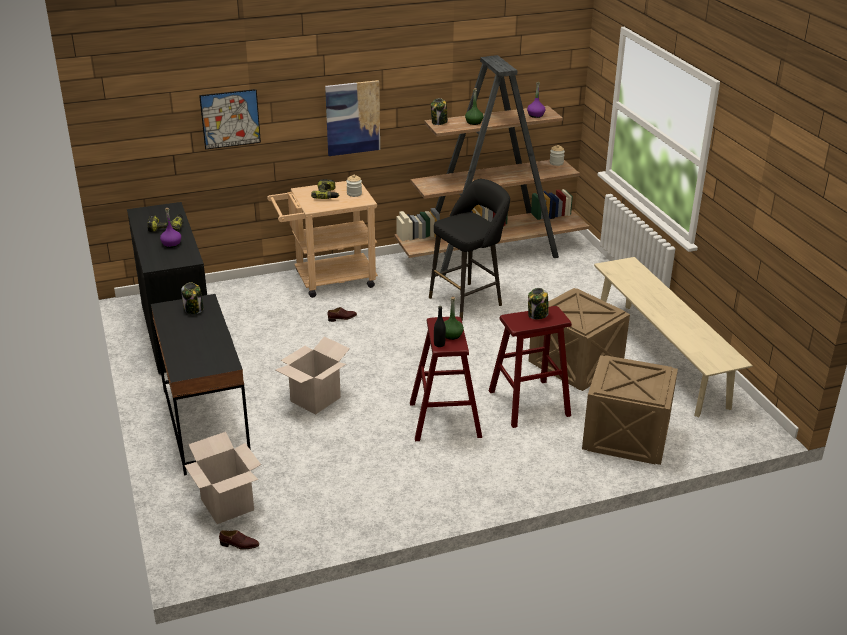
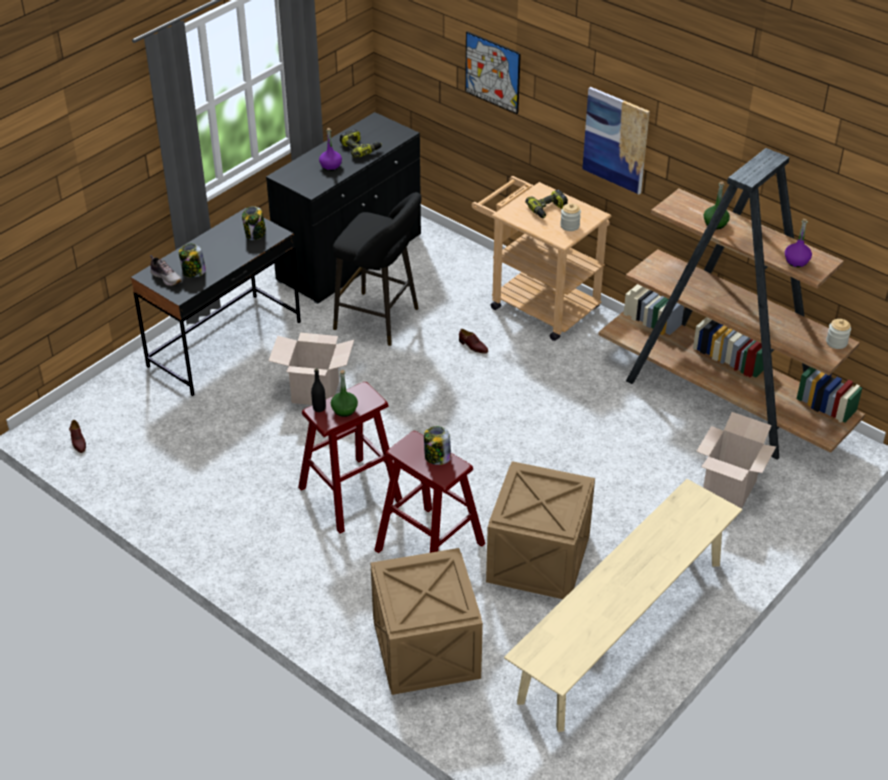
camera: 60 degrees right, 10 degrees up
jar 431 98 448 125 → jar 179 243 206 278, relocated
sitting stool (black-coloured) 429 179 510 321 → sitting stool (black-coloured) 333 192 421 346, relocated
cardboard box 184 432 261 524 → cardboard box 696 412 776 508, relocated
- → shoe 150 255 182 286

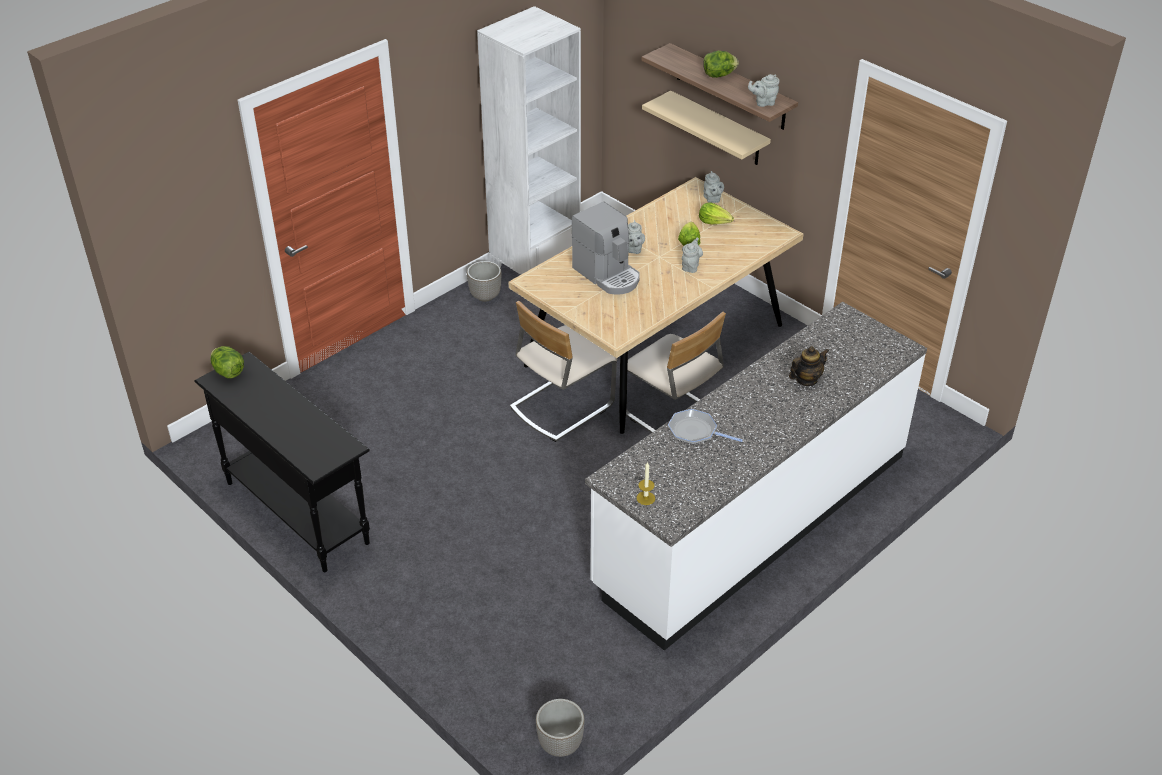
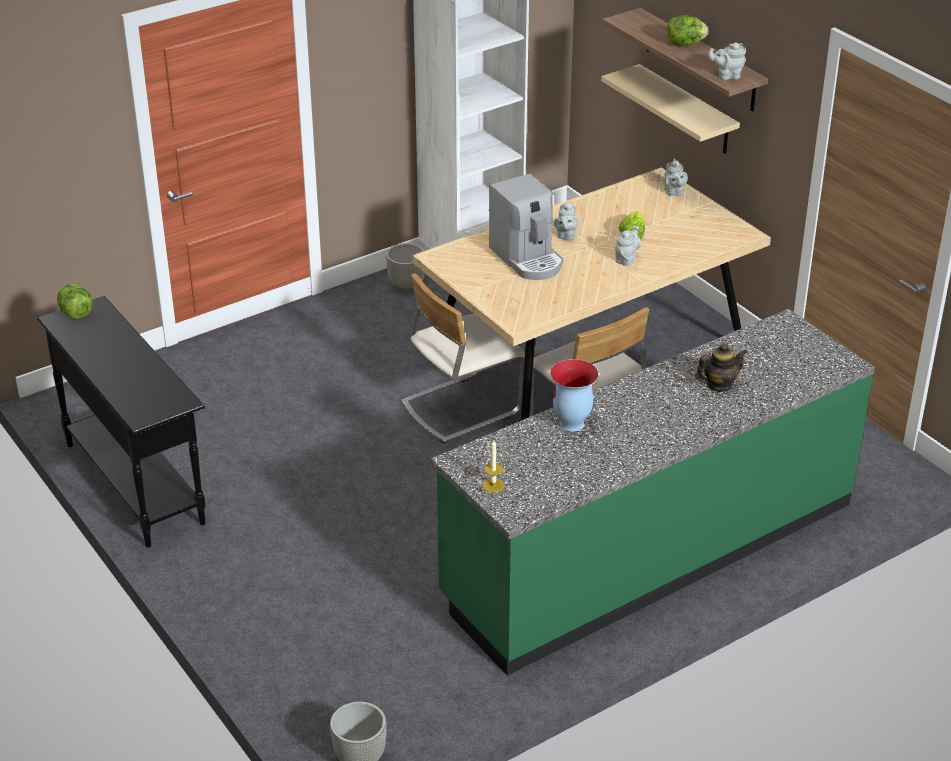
camera: 10 degrees right, 5 degrees down
lettuce 699 202 734 224 → -
counter (whitish) 585 302 927 651 → counter (greenish) 431 309 875 676
frying pan 668 409 743 444 → vase 550 359 599 432

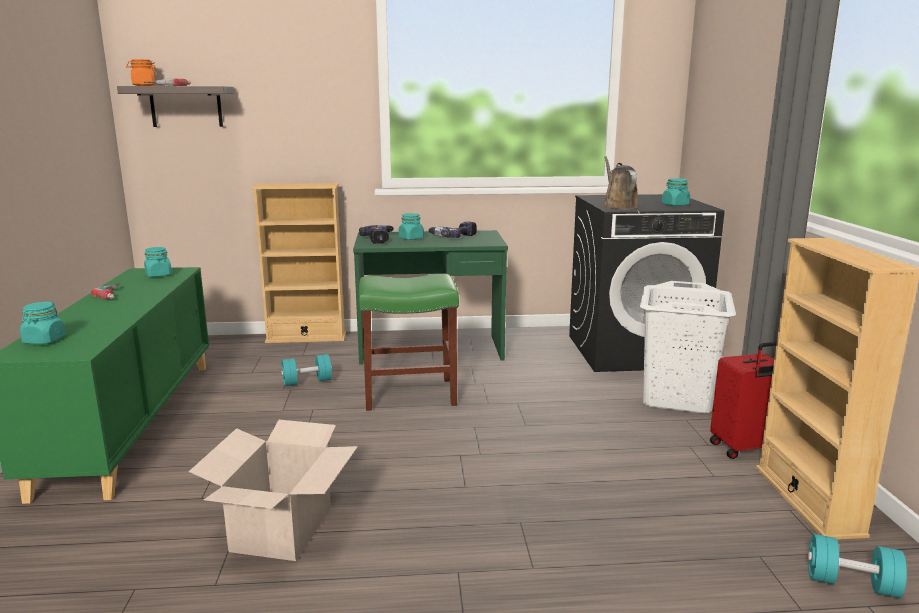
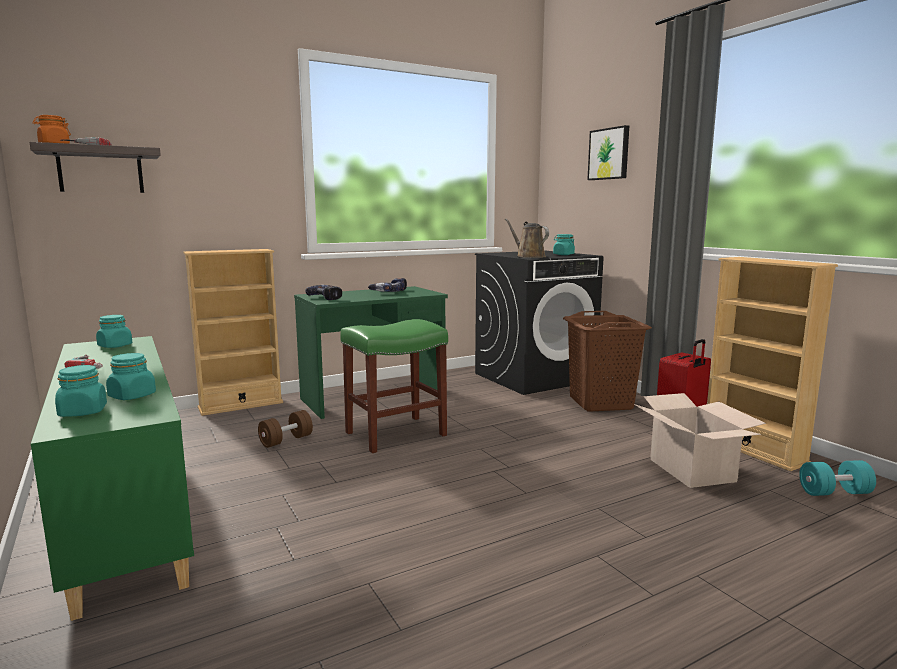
camera: 25 degrees left, 5 degrees down
jar (turquoise-coloured) 399 213 424 240 → jar (turquoise-coloured) 106 353 156 400, relocated
washing basket (whitish) 640 281 736 414 → washing basket (brown) 563 311 652 412
hand weight (turquoise-coloured) 281 354 332 386 → hand weight (brown) 258 410 313 448
cardboard box 189 420 358 561 → cardboard box 634 393 766 488, relocated
- → picture 587 125 629 180

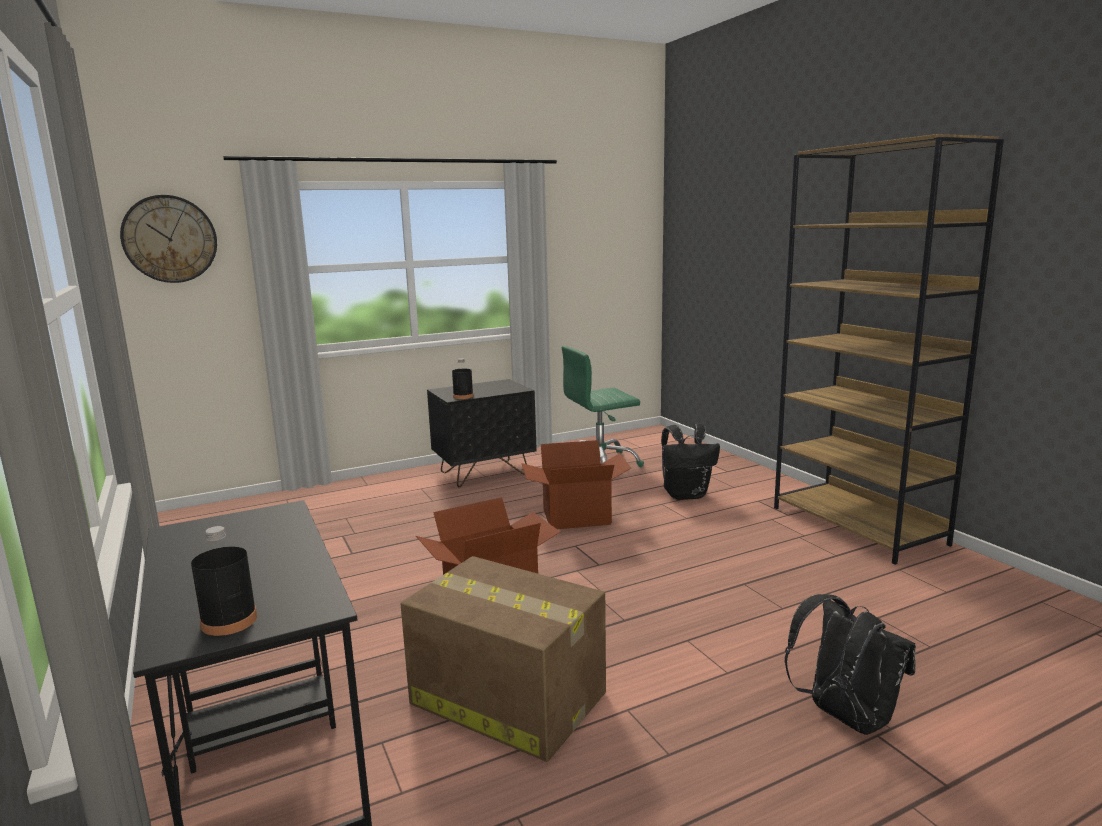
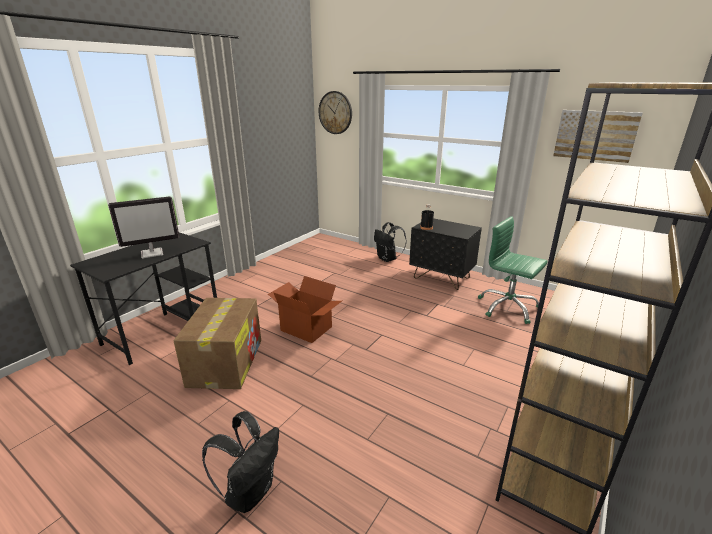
camera: 60 degrees right, 10 degrees up
rucksack (black-coloured) 661 424 720 500 → rucksack (black-coloured) 374 222 407 262, relocated
cardboard box 521 440 631 529 → -
beverage bottle (black-coloured) 191 526 257 636 → -
- → picture 553 110 643 163
- → computer display 108 196 180 259

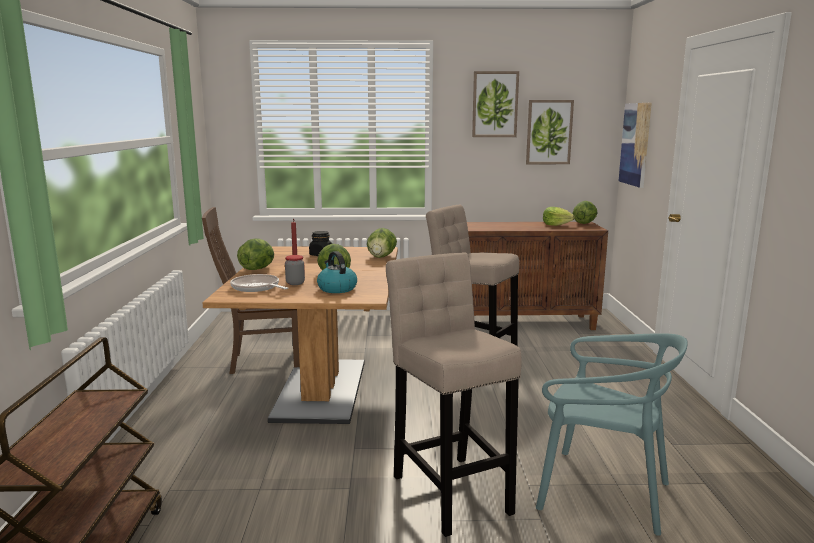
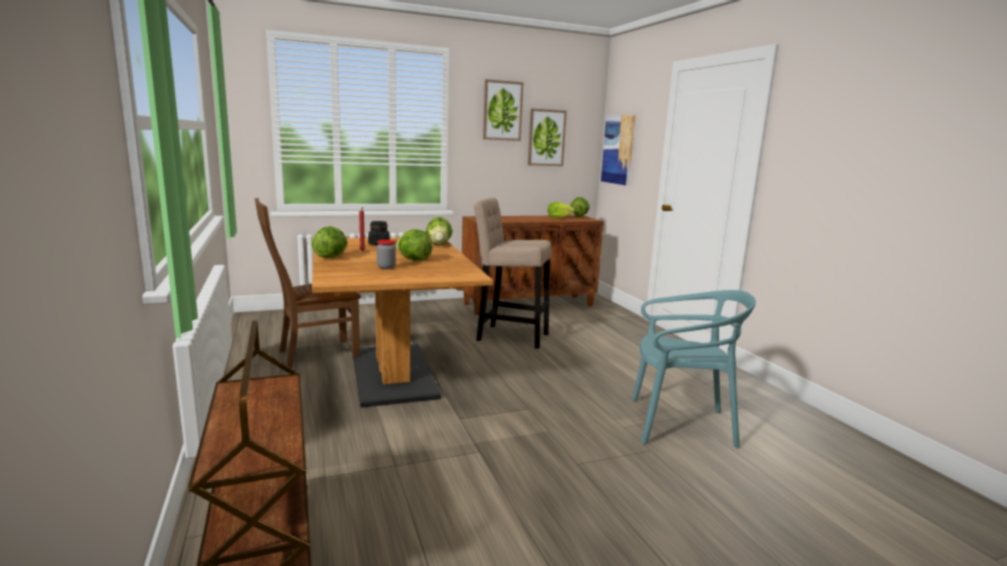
camera: 20 degrees left, 0 degrees up
water kettle 317 251 357 293 → -
sitting stool (beige) 386 253 522 537 → -
frying pan 230 274 288 292 → -

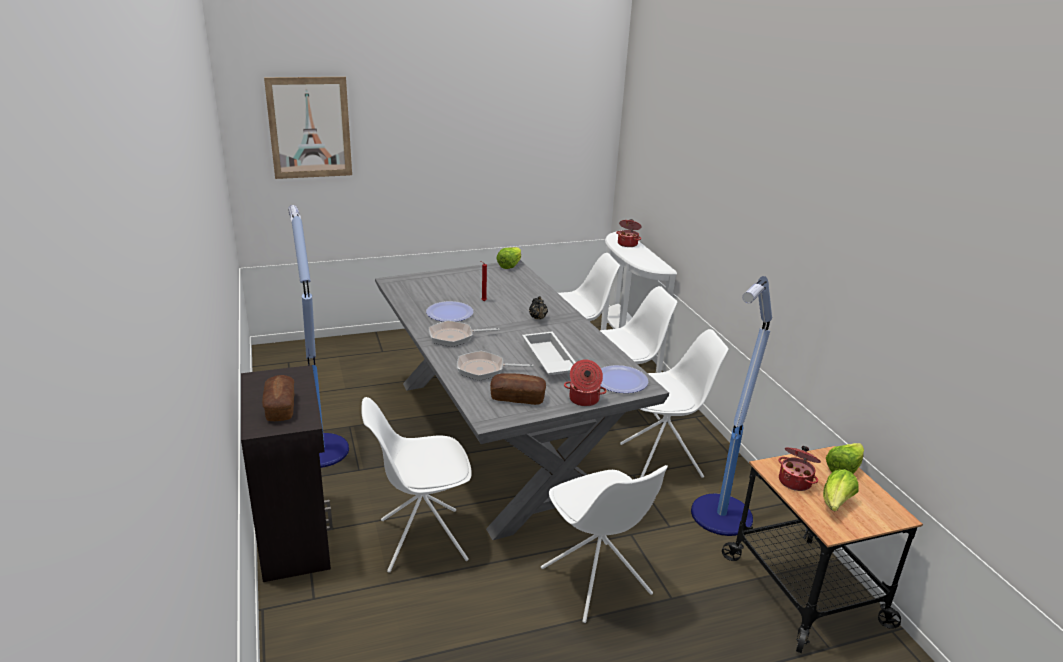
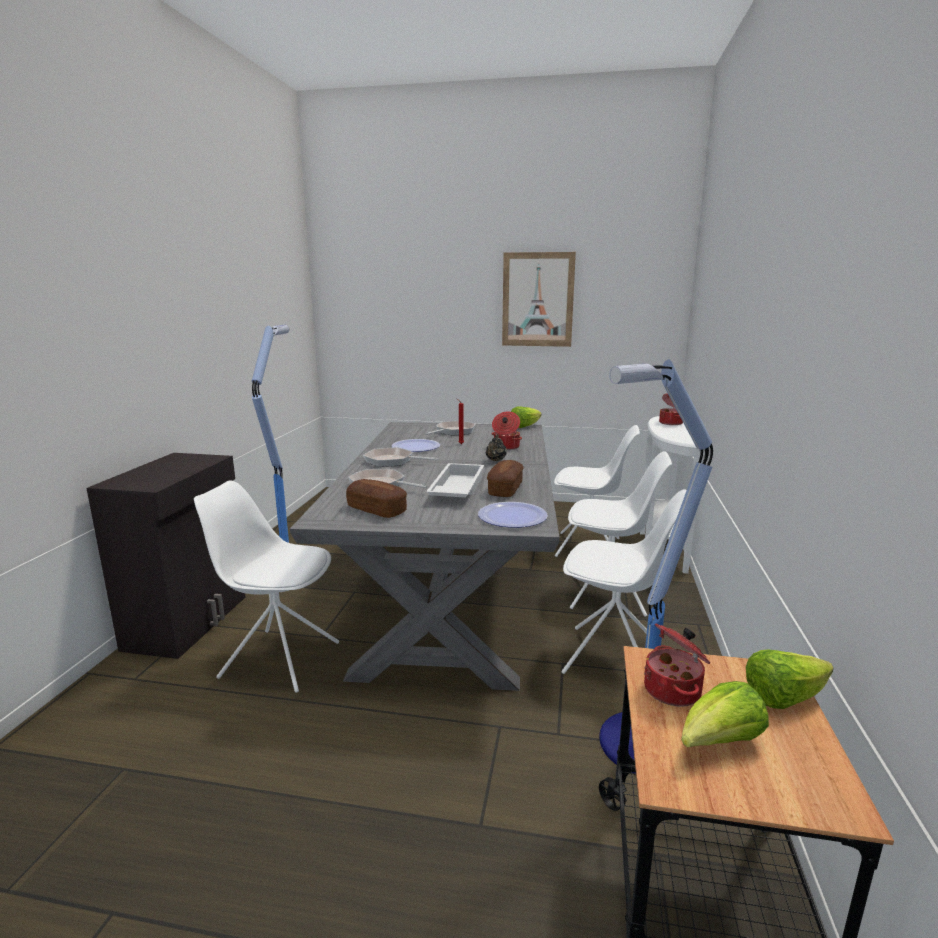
camera: 30 degrees right, 10 degrees down
picture 264 77 352 179 → picture 502 252 576 347, relocated
saucepot 564 359 607 406 → saucepot 492 411 522 450, relocated
bakery bread 262 375 295 421 → bakery bread 487 460 524 497, relocated
upright chair (whitish) 541 465 668 623 → -
- → frying pan 425 421 475 436

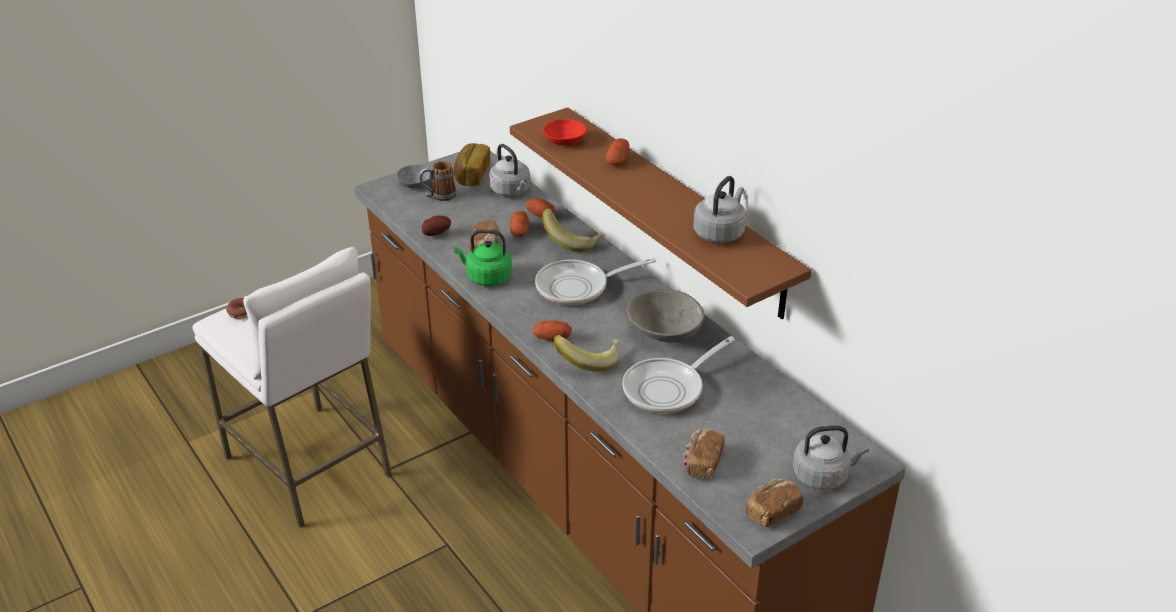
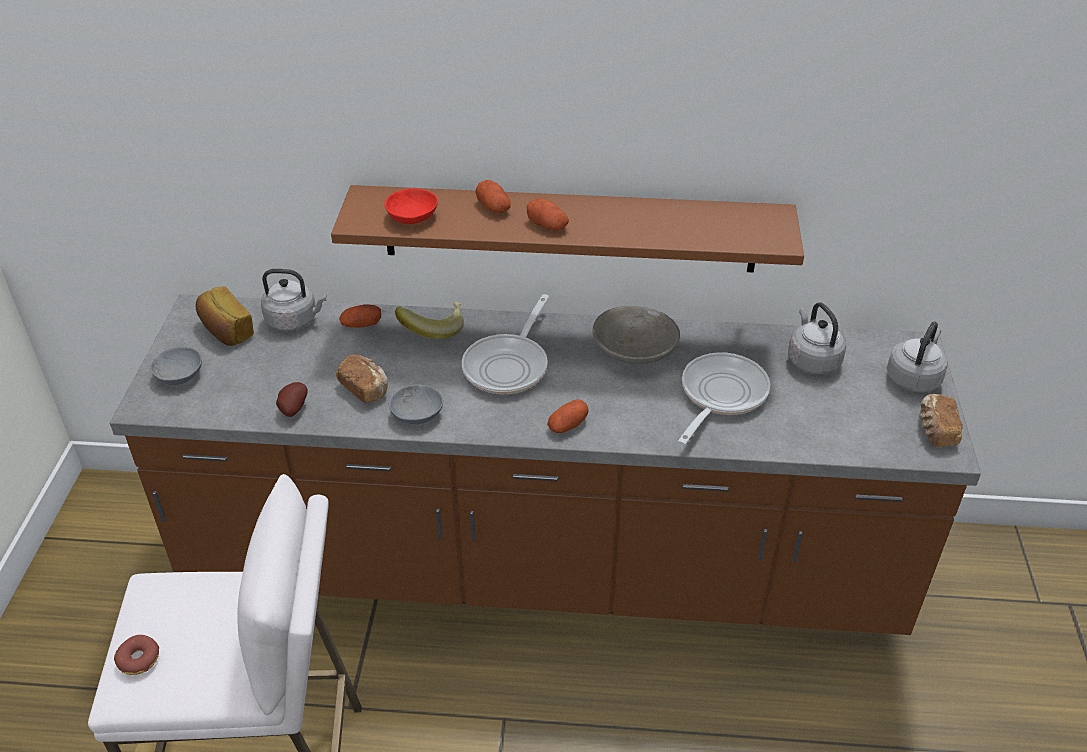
camera: 50 degrees left, 5 degrees up
tea mug 419 161 456 201 → -
water kettle (gray) 694 176 746 243 → water kettle (gray) 788 302 846 374, relocated
whole potato 510 211 529 237 → whole potato 527 198 569 231, relocated
water kettle (greenish) 454 229 512 286 → deep dish (gray) 389 384 443 424
whole banana 554 335 620 372 → -
frying pan 622 336 735 413 → frying pan 678 352 770 445, 150 degrees counterclockwise
bakery bread 683 429 725 478 → -

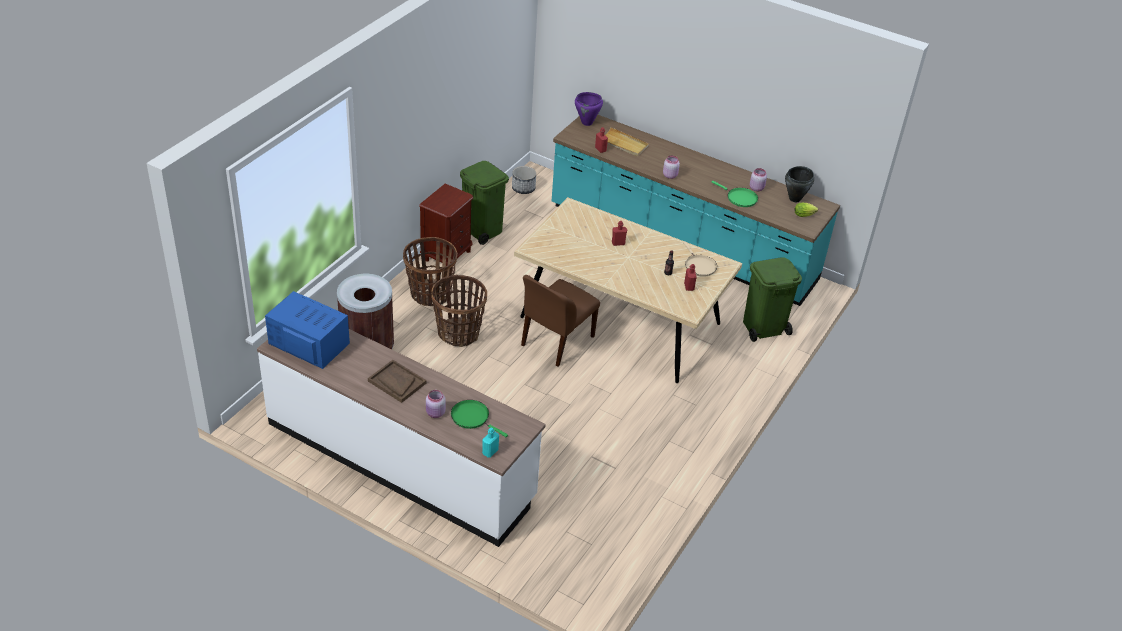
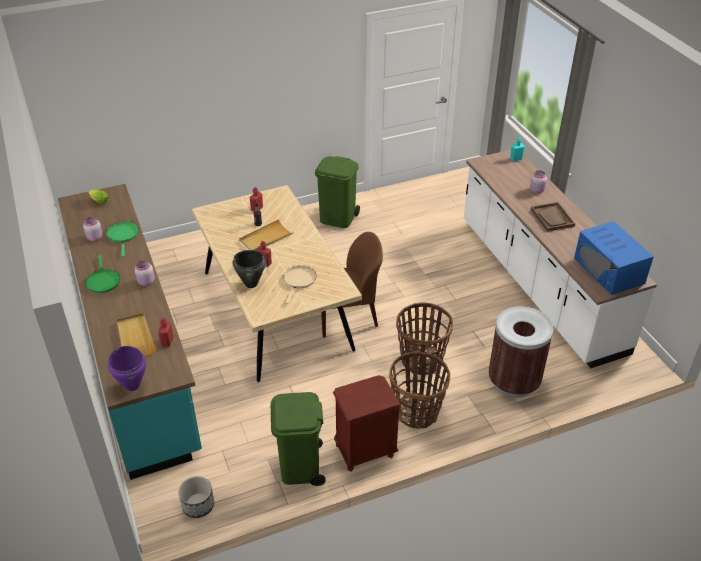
camera: 140 degrees left, 0 degrees up
saucepot (black-coloured) 785 166 814 202 → saucepot (black-coloured) 233 250 266 288, relocated
frying pan (beige) 683 241 717 277 → frying pan (beige) 284 265 316 304, relocated
waste bin (greenish) 743 257 802 342 → waste bin (greenish) 315 156 360 228, relocated
frying pan (greenish) 451 400 508 437 → frying pan (greenish) 85 255 120 293, relocated
- → tray (beige) 239 219 294 251

